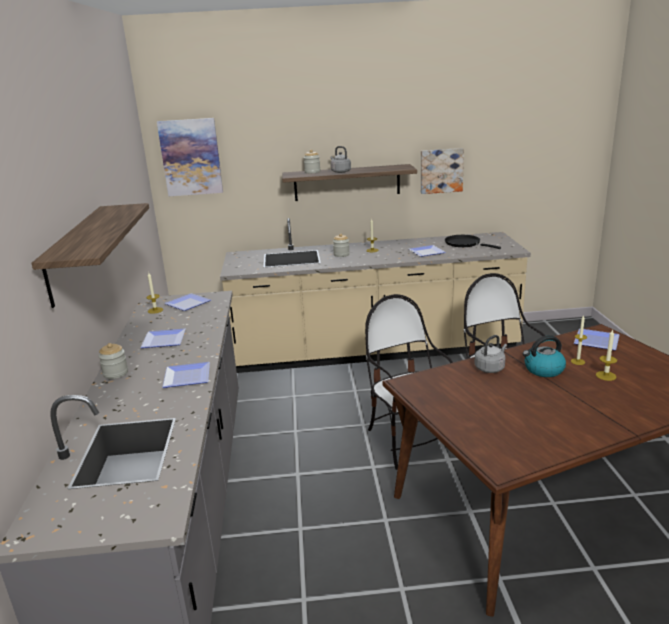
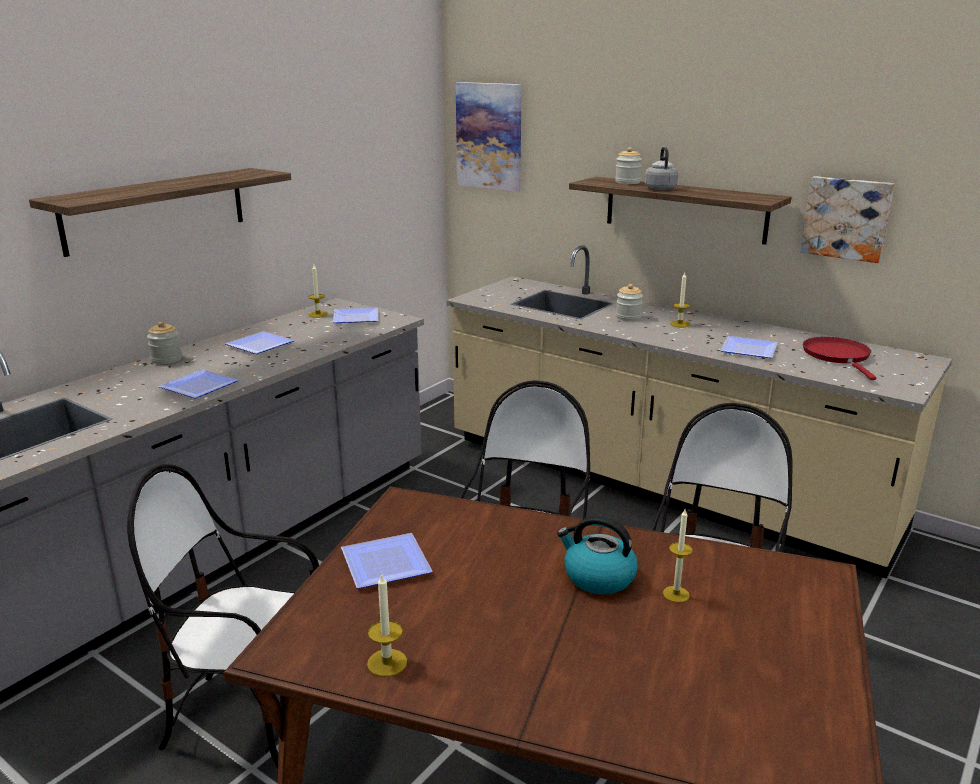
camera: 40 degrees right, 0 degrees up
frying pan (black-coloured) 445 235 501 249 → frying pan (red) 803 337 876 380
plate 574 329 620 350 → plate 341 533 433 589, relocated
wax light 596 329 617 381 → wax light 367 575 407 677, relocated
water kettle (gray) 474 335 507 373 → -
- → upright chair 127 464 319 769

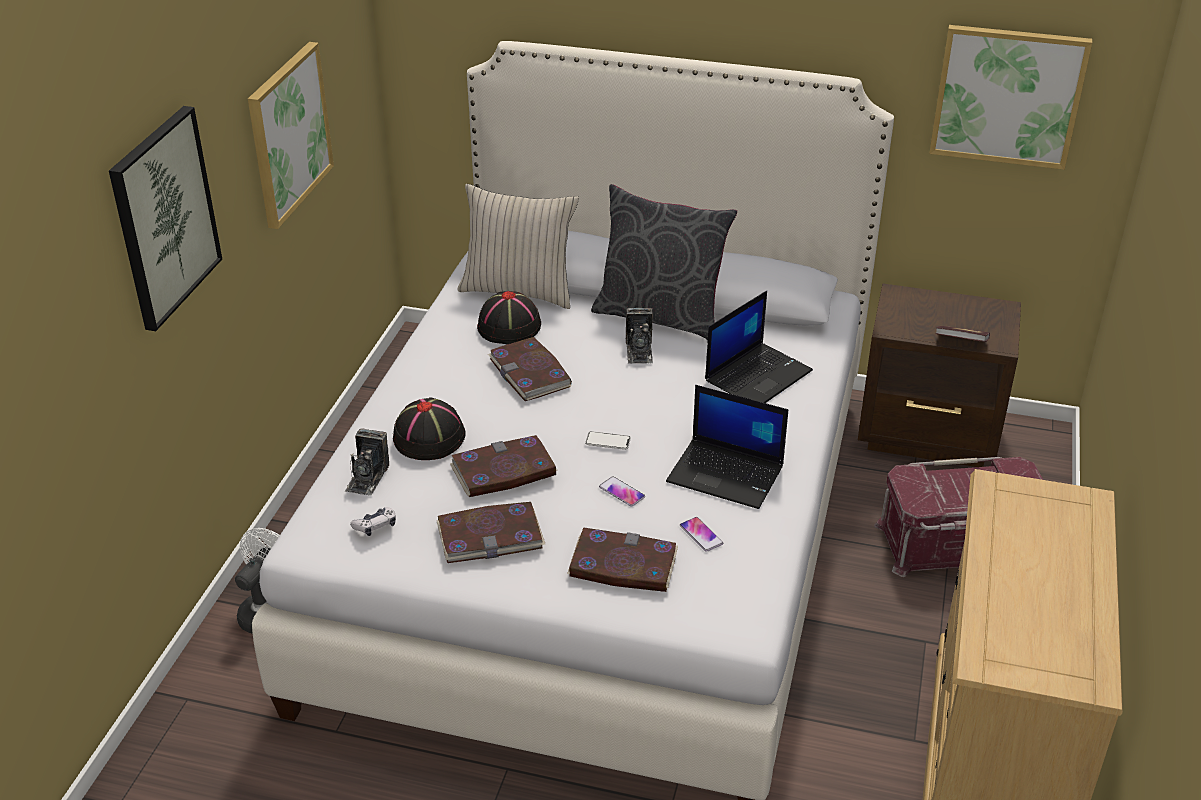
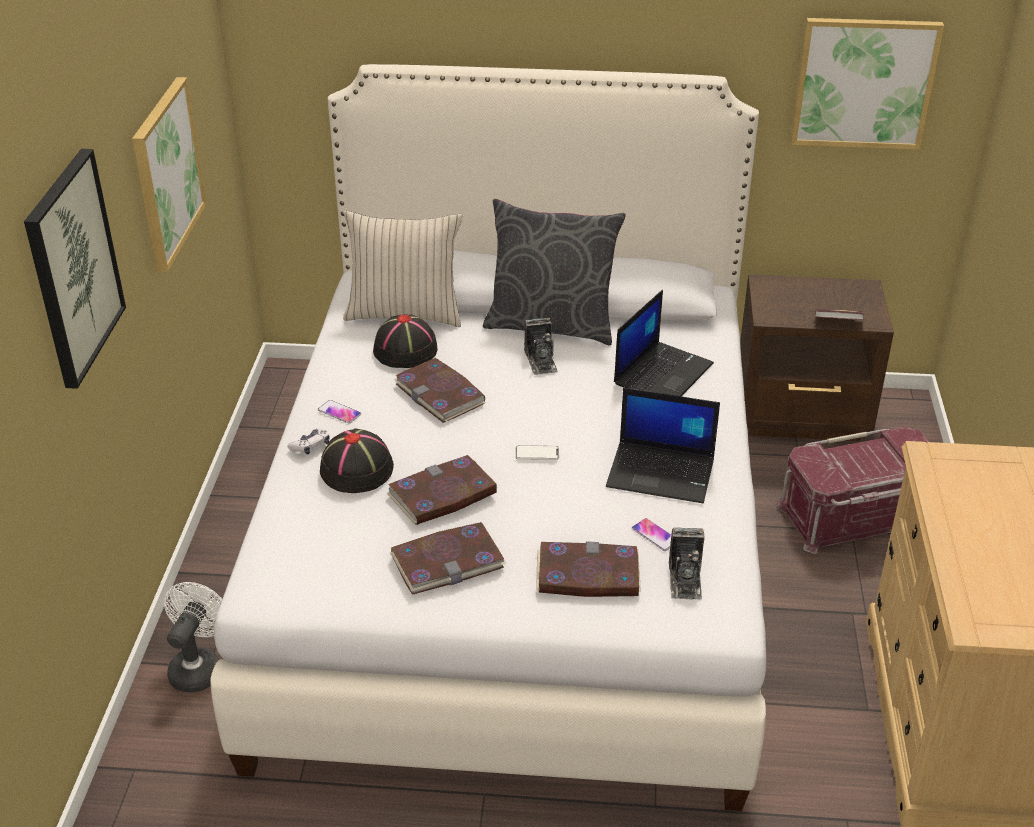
camera: 10 degrees left, 0 degrees up
photo camera 345 428 389 496 → photo camera 669 527 705 600, relocated
handset 599 476 645 507 → handset 318 400 361 424, relocated
gamepad 350 507 396 536 → gamepad 287 428 330 455, relocated

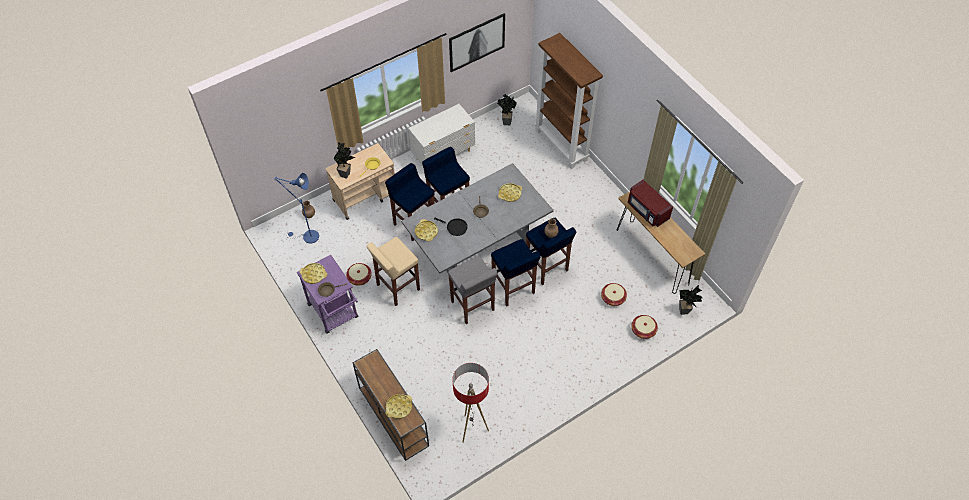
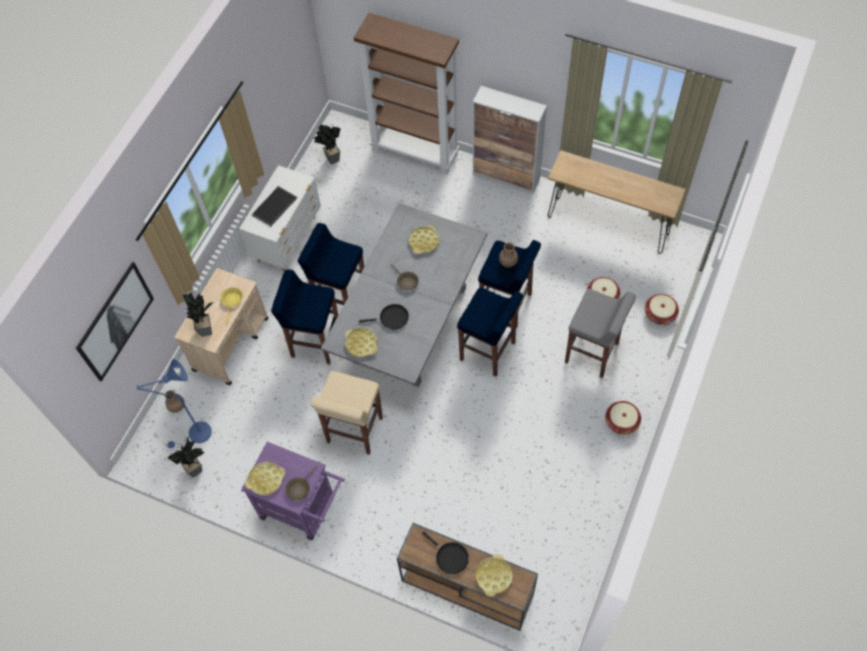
camera: 30 degrees left, 5 degrees up
picture 449 13 505 72 → picture 76 262 154 382, relocated
microwave (red) 628 180 673 227 → -
sitting stool (gray) 448 256 498 324 → sitting stool (gray) 565 289 636 378, relocated
basket 346 263 372 286 → basket 605 401 641 435, relocated
plant in a pot 679 285 702 315 → plant in a pot 167 437 205 477, relocated
standard lamp 453 363 489 443 → -
- → storage cabinet 473 86 547 194
- → tray 252 186 297 226
- → frying pan (black-coloured) 422 531 469 574

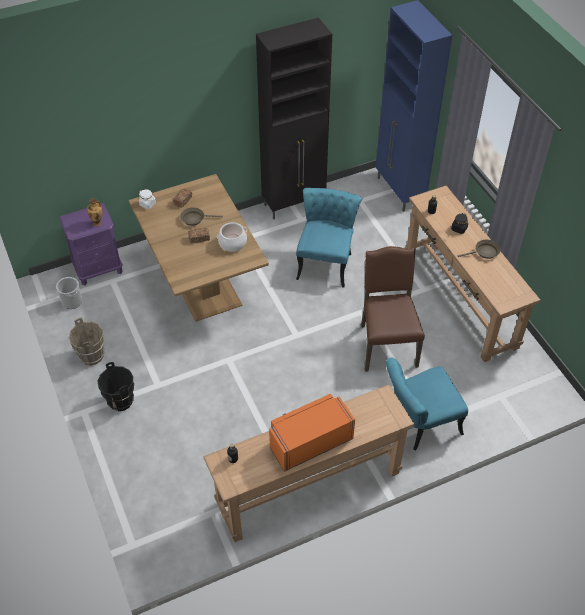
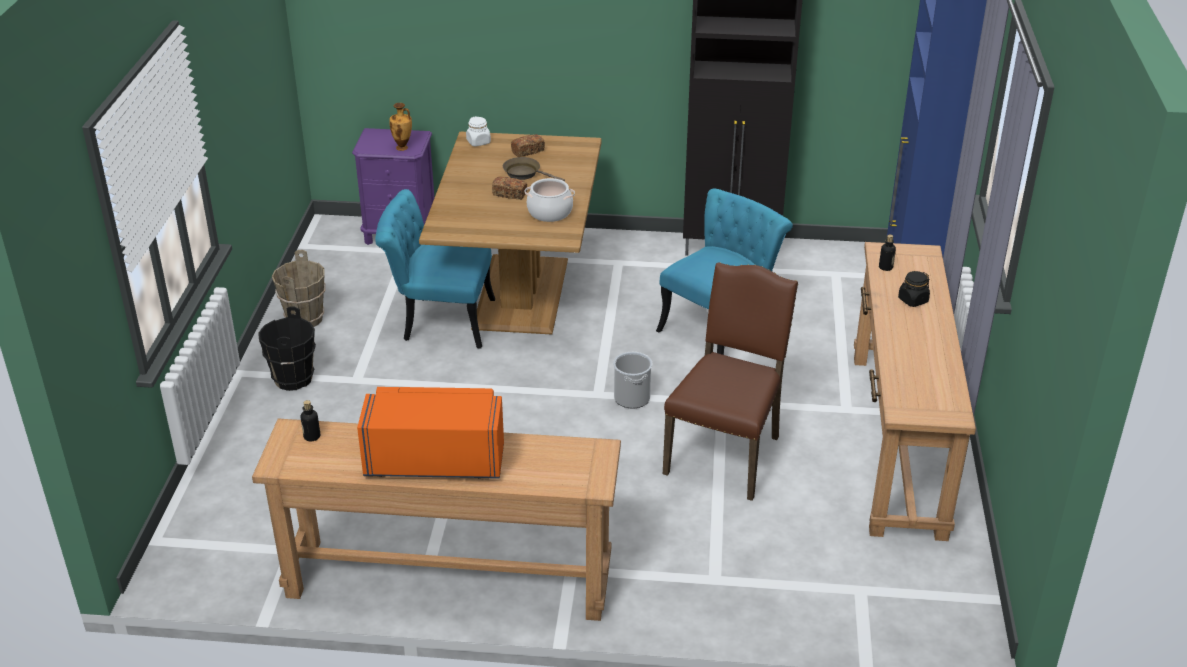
camera: 30 degrees right, 15 degrees down
frying pan (brown) 458 240 500 259 → -
pail 56 277 82 309 → pail 613 352 653 409, relocated
upright chair (turquoise-coloured) 386 358 468 450 → upright chair (turquoise-coloured) 375 189 495 349, relocated

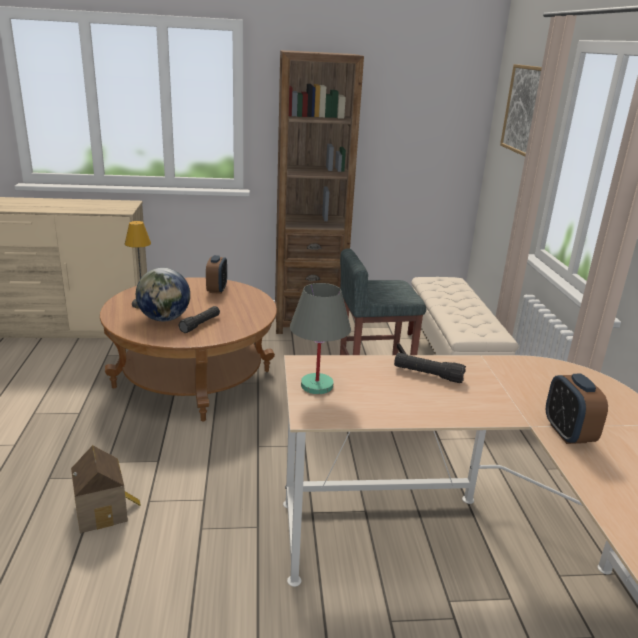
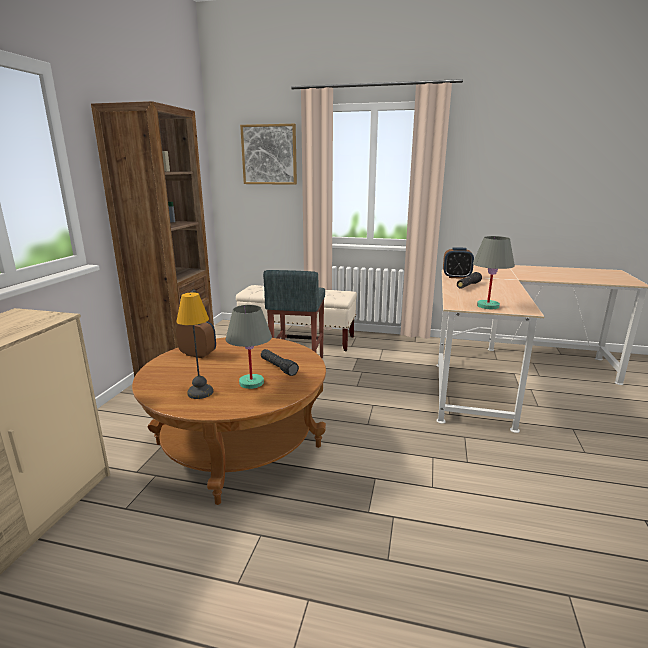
camera: 70 degrees left, 5 degrees down
world globe 136 268 190 321 → table lamp (gray) 226 305 272 389
table clock 546 374 608 444 → table clock 443 247 474 279, relocated
model house 71 445 141 533 → -

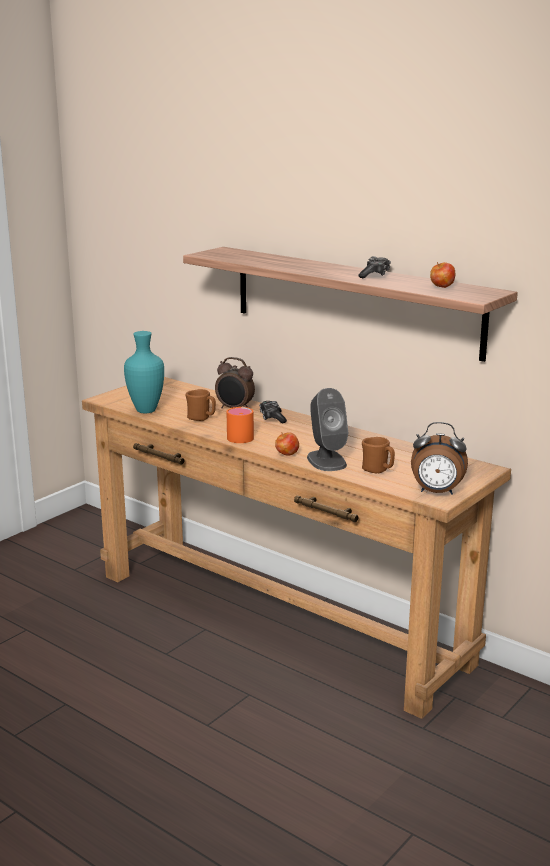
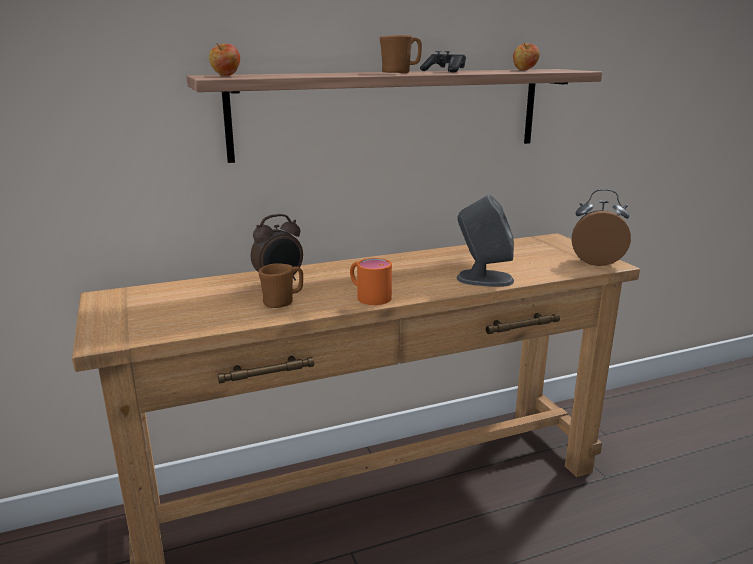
camera: 60 degrees left, 0 degrees up
vase (turquoise-coloured) 124 331 164 413 → -
gamepad 259 401 287 423 → -
table clock 411 422 468 495 → table clock 572 189 631 266, 120 degrees counterclockwise
whole apple 275 432 299 456 → whole apple 209 43 240 76, relocated
tea mug (brown) 362 437 395 473 → tea mug (brown) 380 35 422 73, relocated

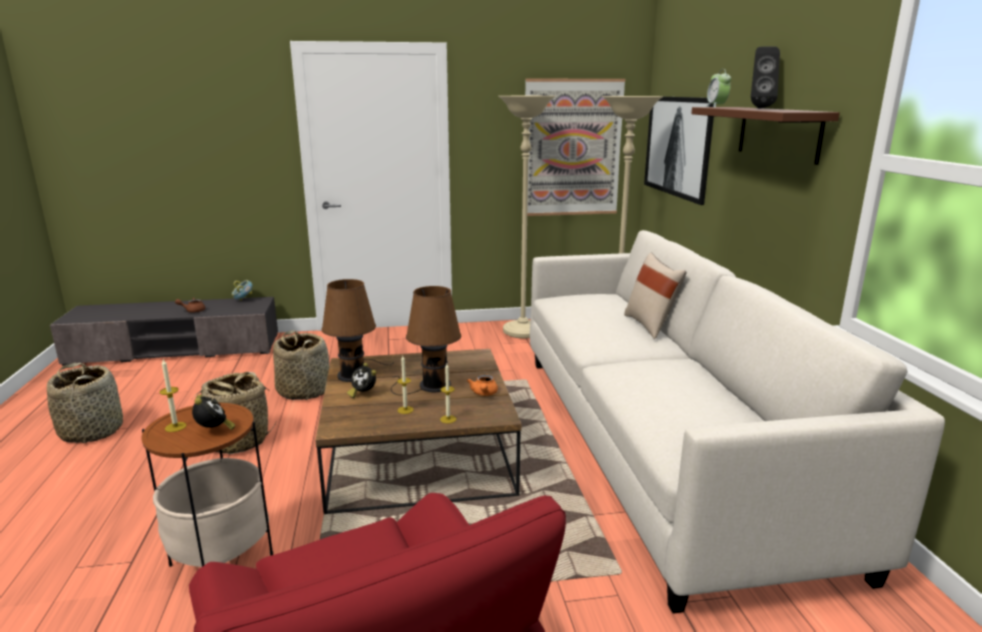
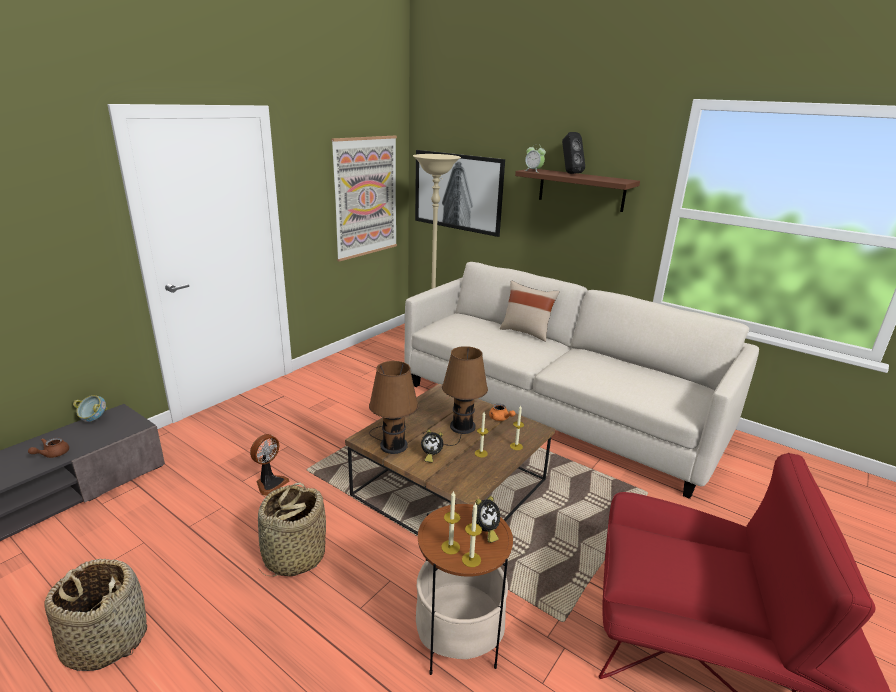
camera: 45 degrees left, 5 degrees up
standard lamp (beige) 498 96 556 338 → -
basket 273 330 329 400 → fan 250 434 290 496
table clock 192 395 235 430 → table clock 472 496 500 543, 120 degrees clockwise
- → wax light 462 502 482 567

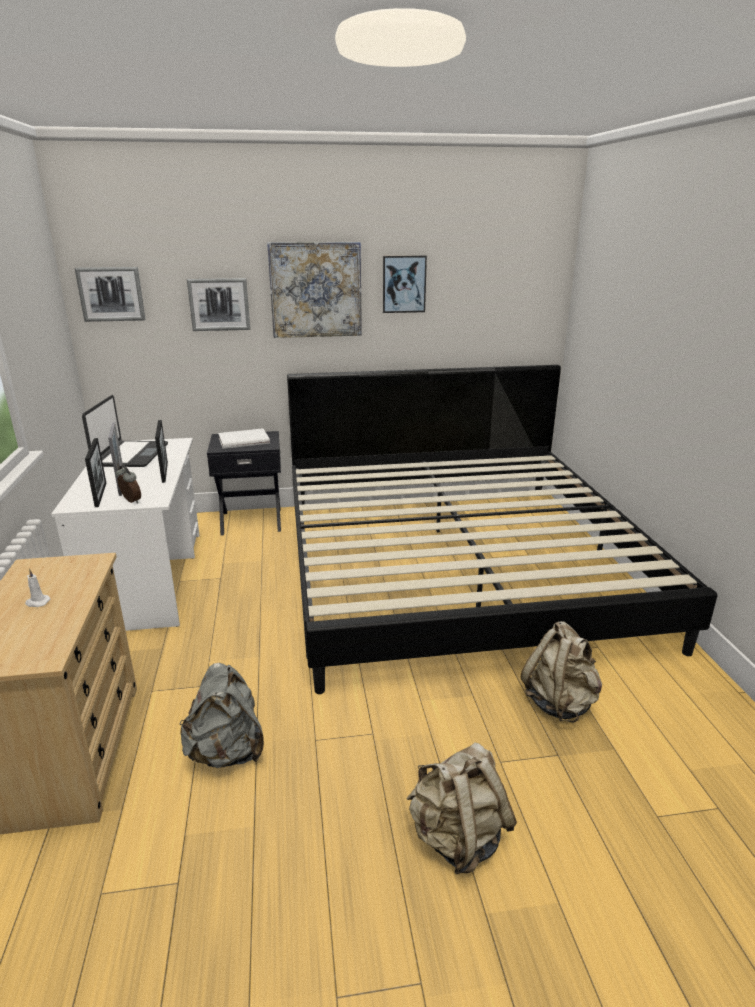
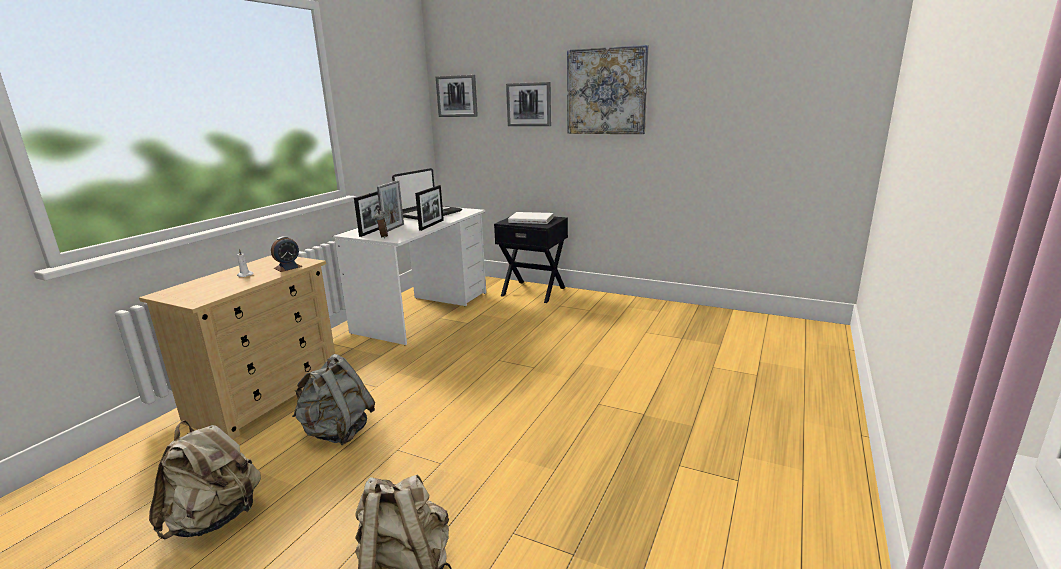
camera: 35 degrees right, 5 degrees down
picture 383 255 427 313 → -
bed 287 365 717 694 → -
rucksack (beige) 521 621 602 723 → rucksack (beige) 149 420 261 539, relocated
- → table clock 271 236 303 272

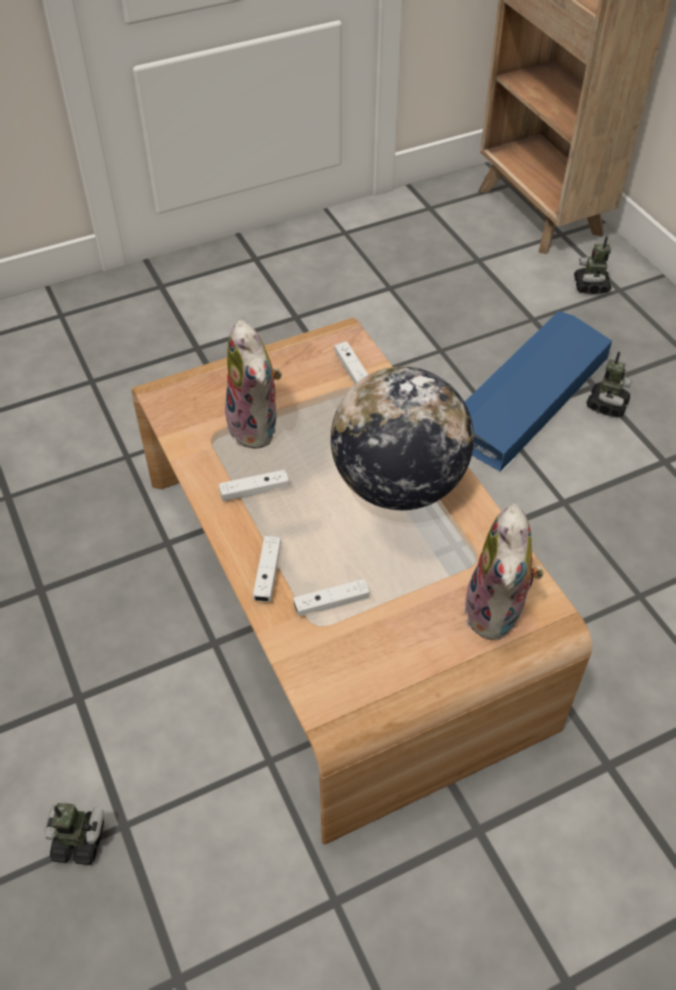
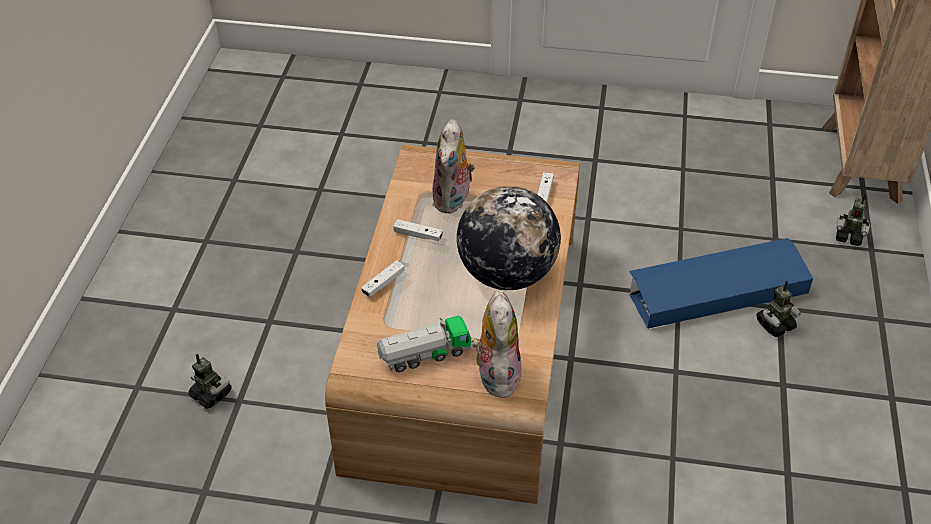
camera: 35 degrees right, 5 degrees down
model robot 574 236 612 294 → model robot 836 193 870 246, 105 degrees counterclockwise
soft toy 464 504 544 640 → soft toy 472 290 522 398, 135 degrees clockwise
gamepad (whitish) 293 579 370 616 → -
- → model truck 377 316 471 373

